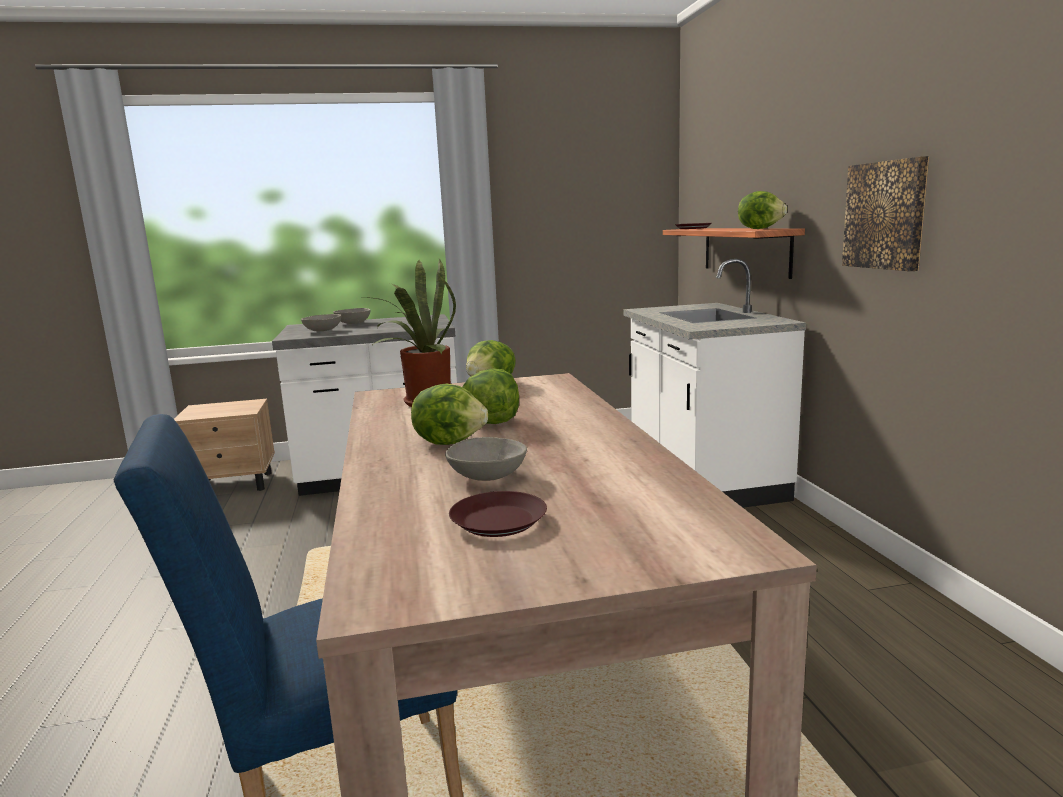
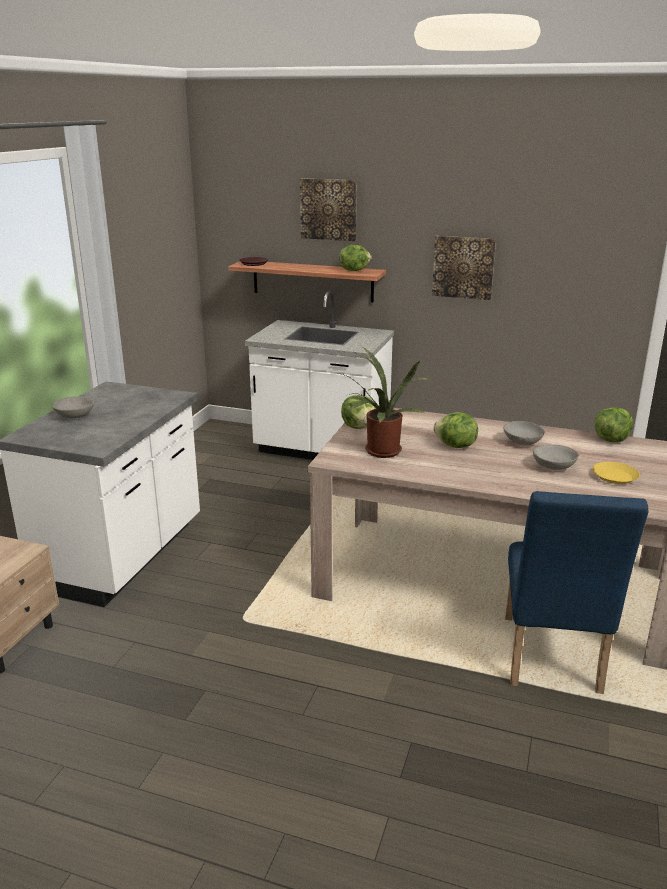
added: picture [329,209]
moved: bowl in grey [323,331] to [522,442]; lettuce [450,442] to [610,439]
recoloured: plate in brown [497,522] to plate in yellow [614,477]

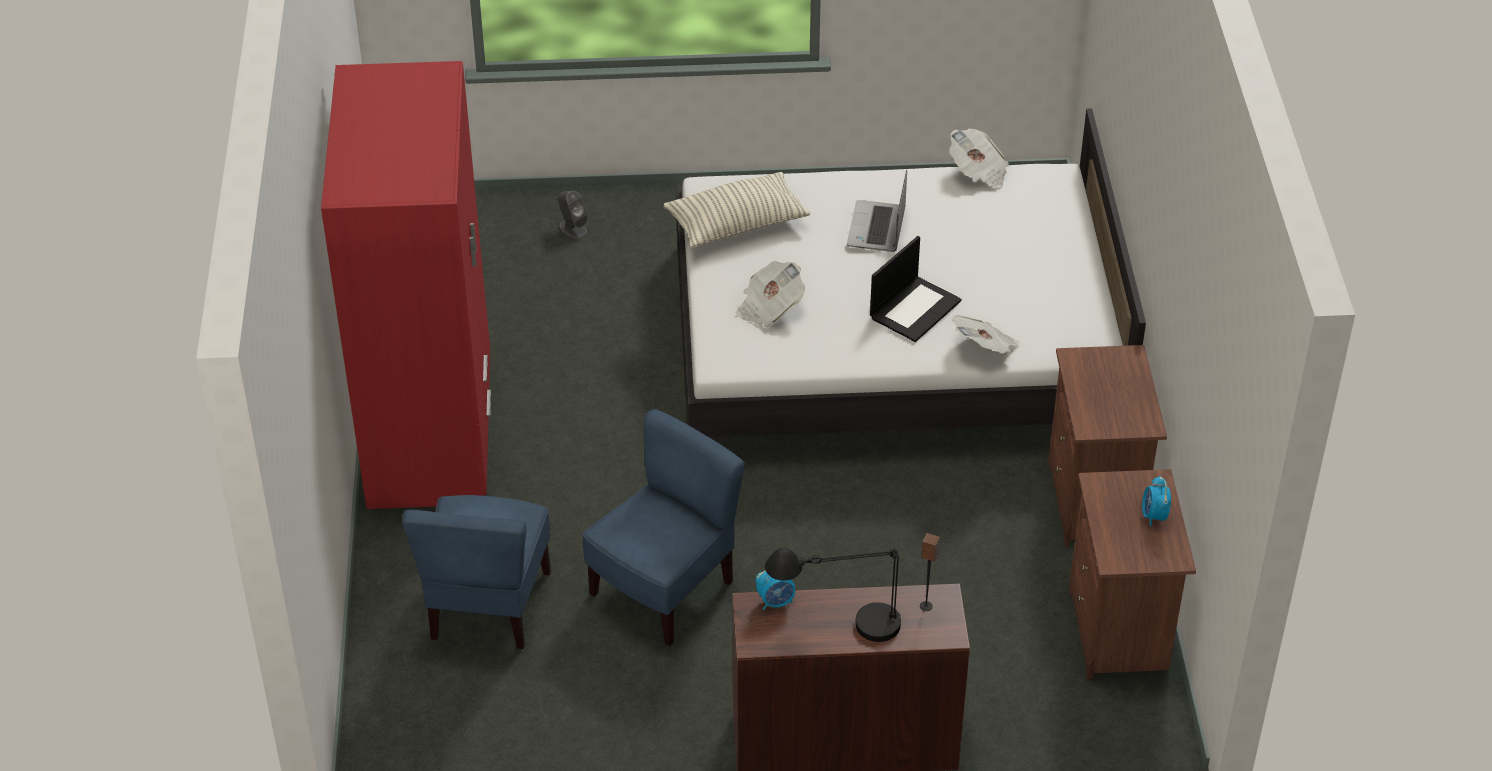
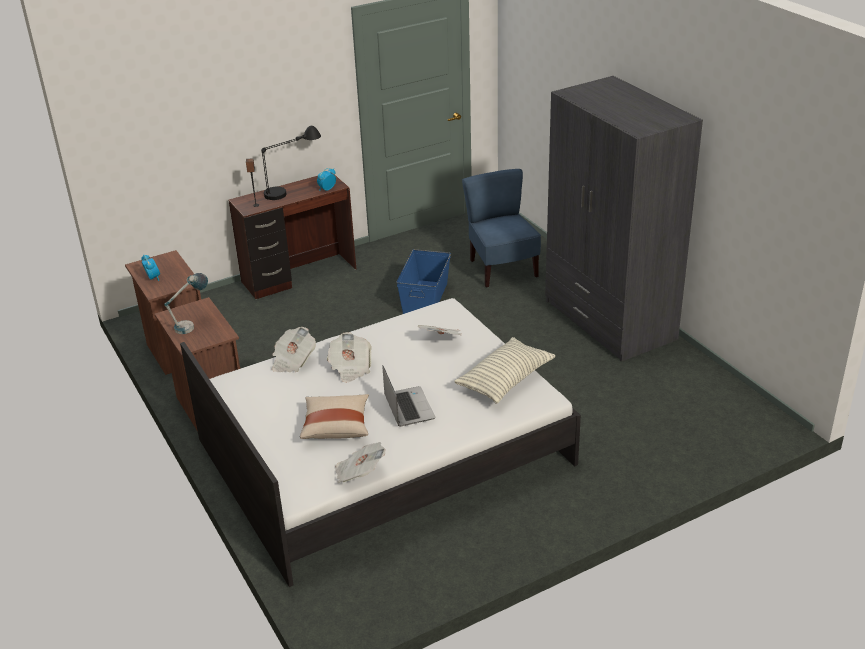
removed: speaker in grey [572,229]
added: table lamp [192,325]; pillow in beige [336,426]
replaced: chair in blue [664,590] to storage box in blue [424,298]; laptop [915,308] to newspaper [350,368]
recoloured: wardrobe in red [432,430] to wardrobe in grey [609,320]

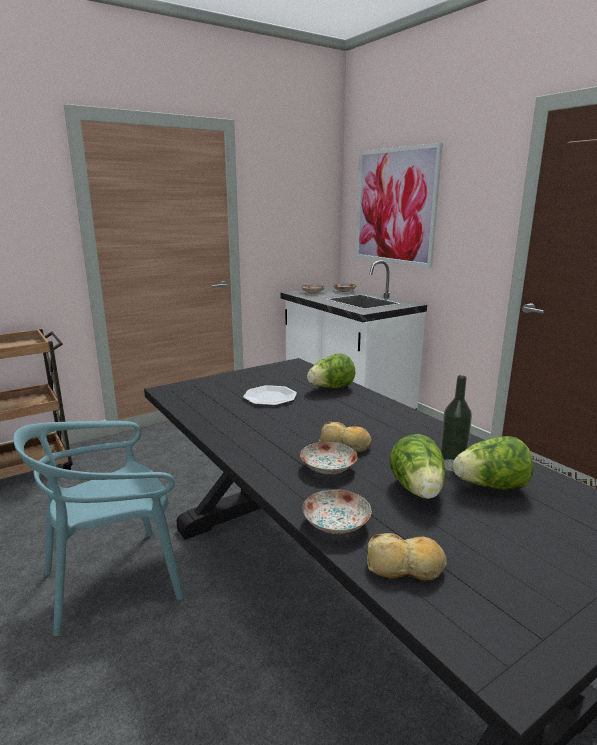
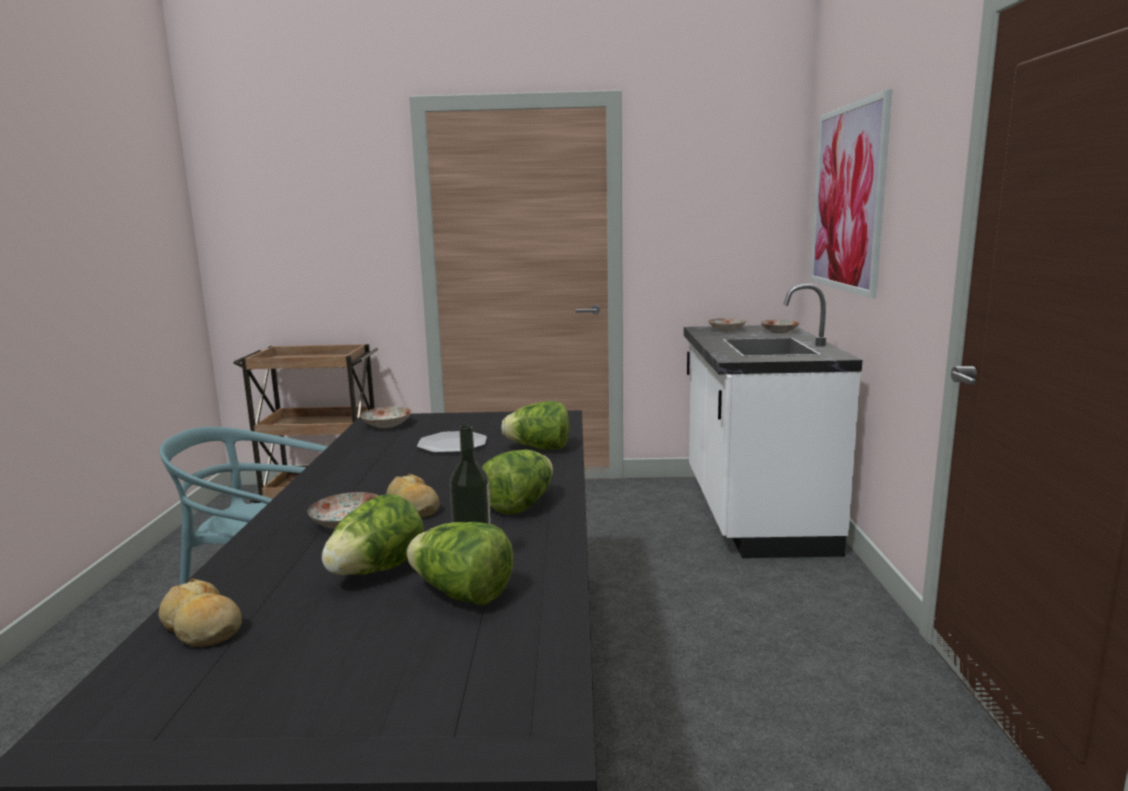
added: lettuce [520,505]
moved: plate [335,523] to [387,425]

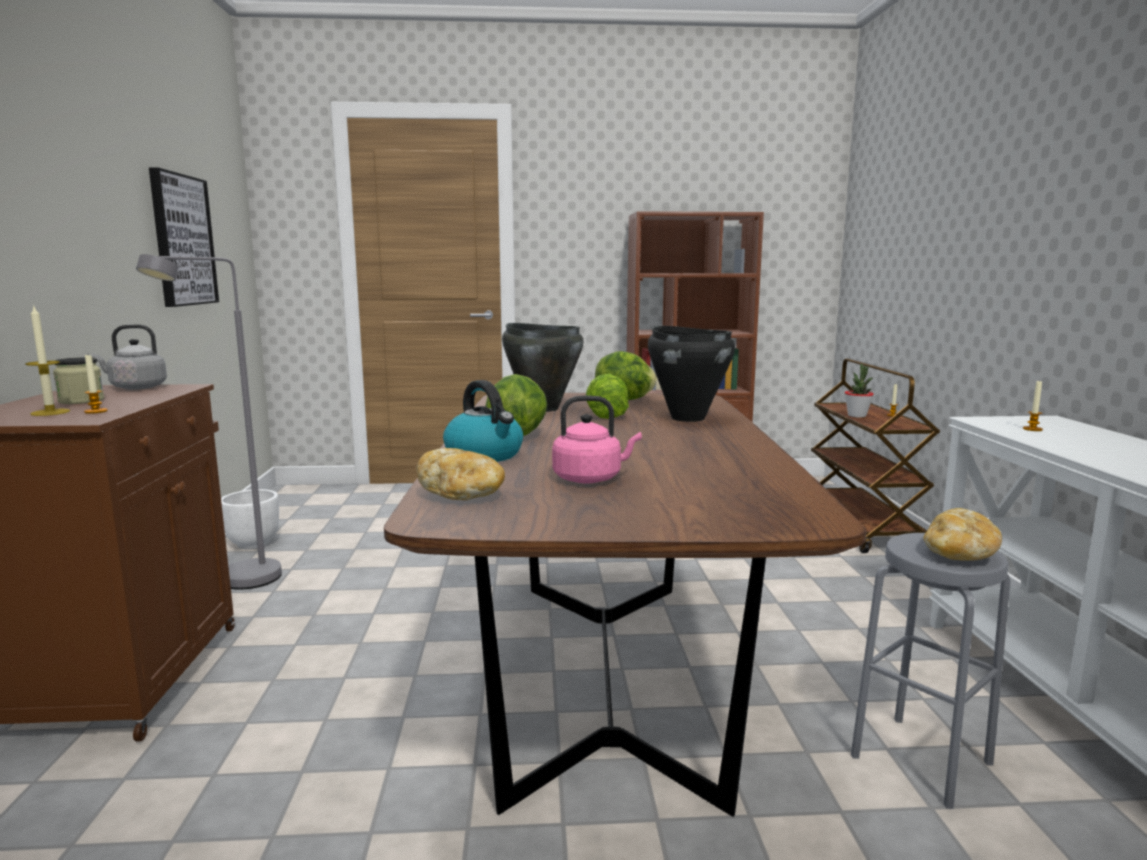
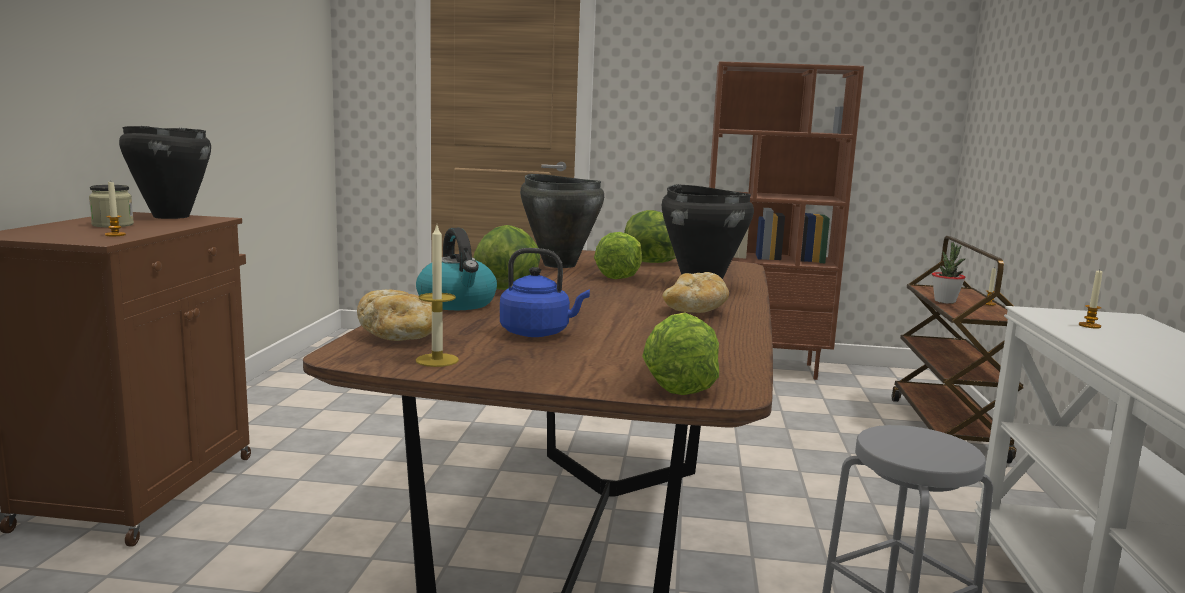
removed: floor lamp in grey [238,584]; picture [182,240]; planter in white [253,544]
added: lettuce [676,383]
moved: candle [50,412] to [437,360]; bread [959,555] to [695,311]
replaced: kettle in grey [135,387] to cooking pot in black [170,216]
recoloured: kettle in pink [591,478] to kettle in blue [538,333]

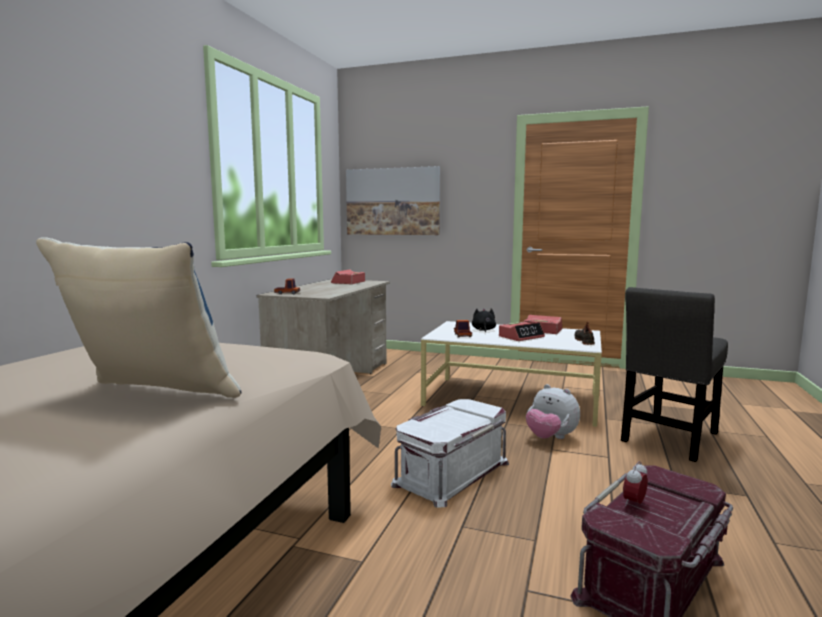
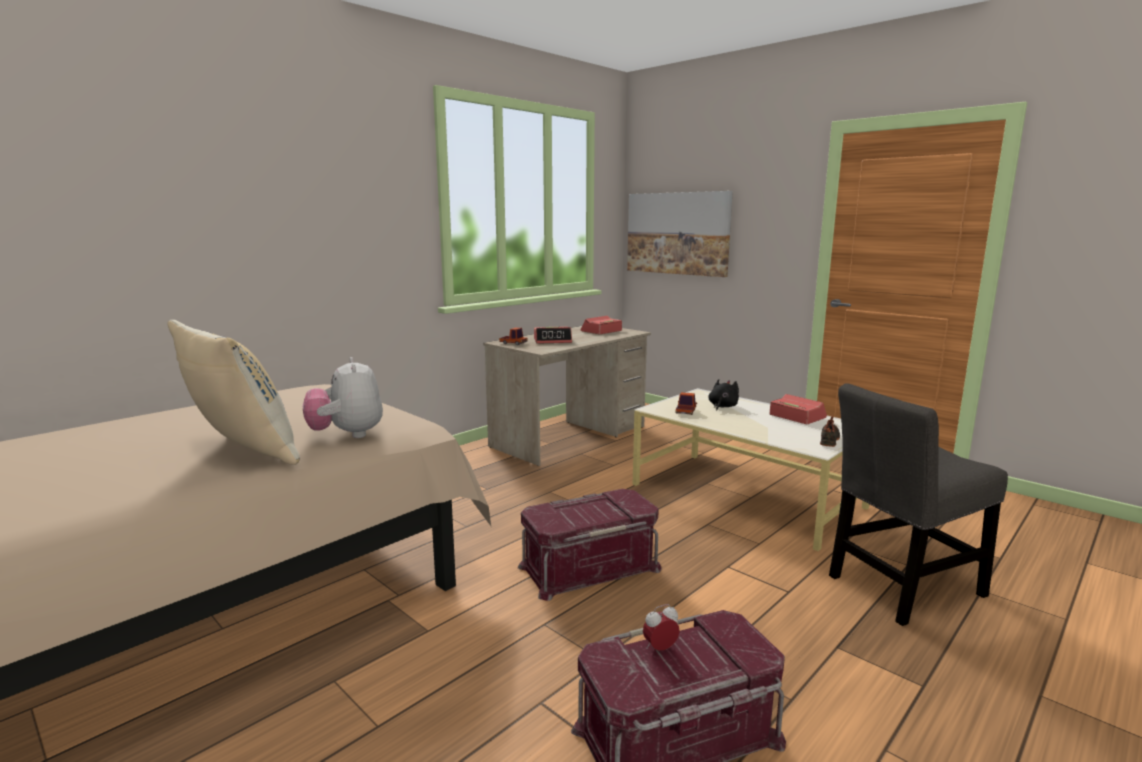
moved: alarm clock [521,337] to [553,341]; plush toy [550,438] to [347,435]
recoloured: pillow in blue [147,397] to pillow in beige [240,453]; storage box in white [451,472] to storage box in red [589,566]

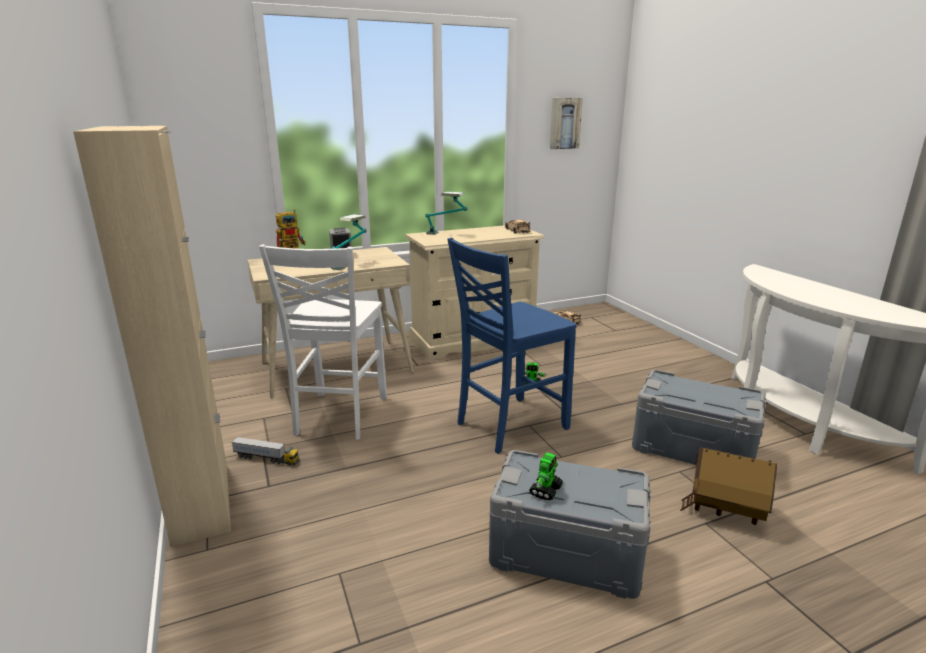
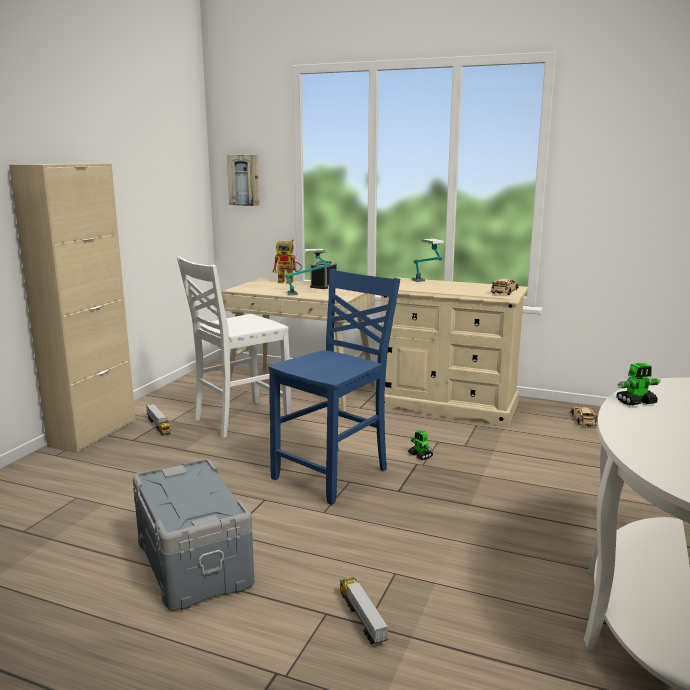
removed: storage box in grey [692,447]
moved: toy robot [546,490] to [636,402]; picture [564,123] to [244,180]
replaced: toy house [725,511] to toy truck [362,618]
turned: chair in blue [509,425] = [334,474] 120 degrees clockwise

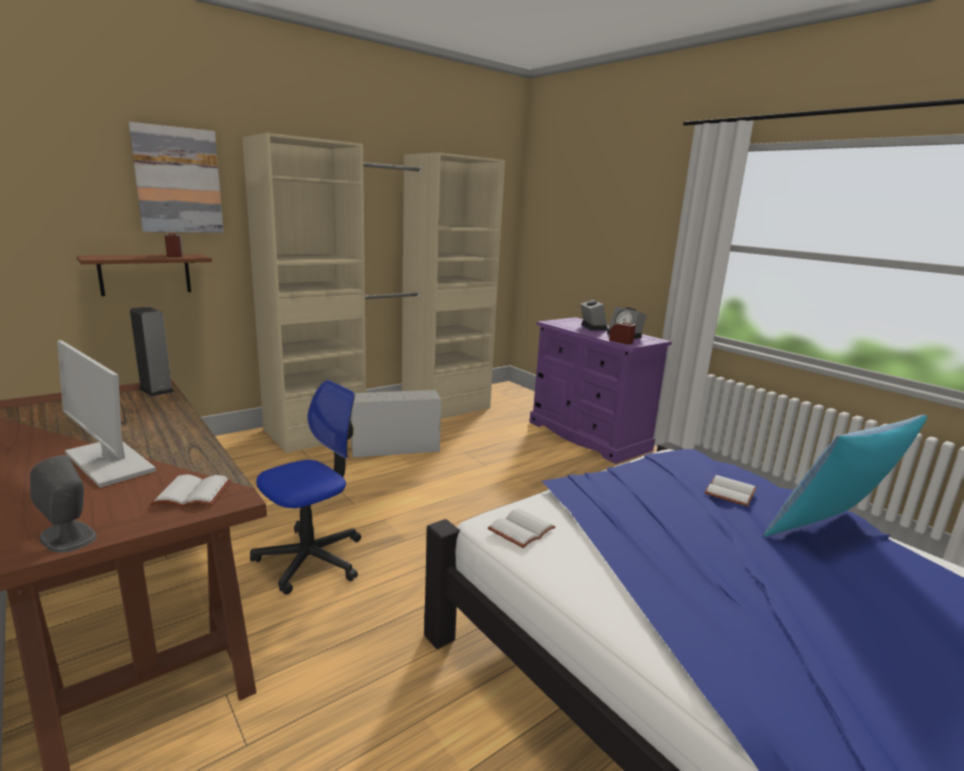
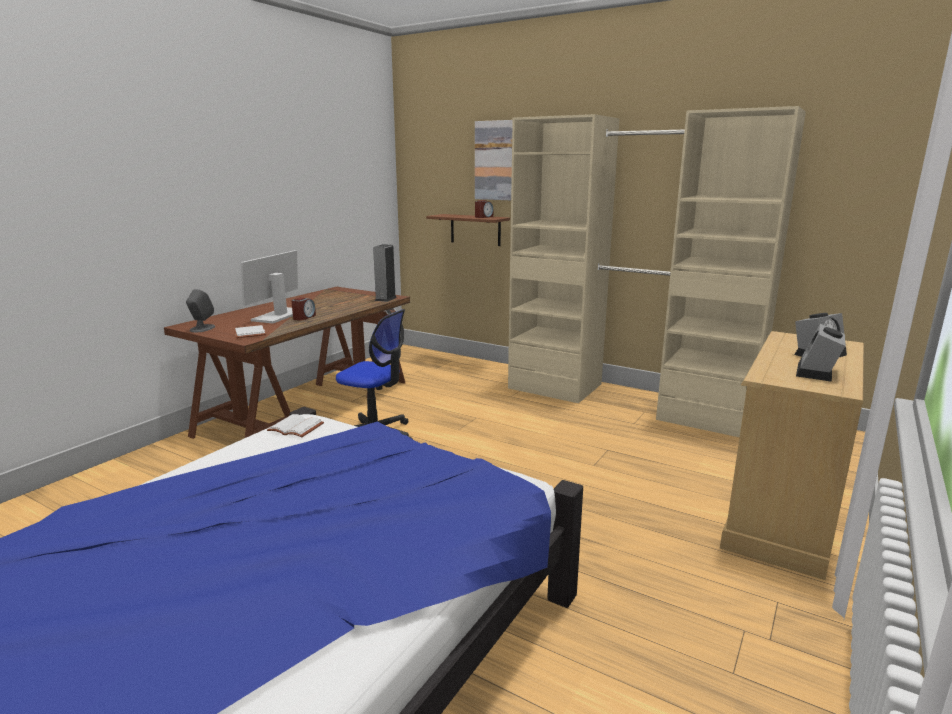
removed: storage box in white [394,448]; book in white [731,493]; pillow [830,534]
moved: alarm clock [621,341] to [304,317]
recoloured: dresser in purple [588,436] to dresser in beige [780,516]

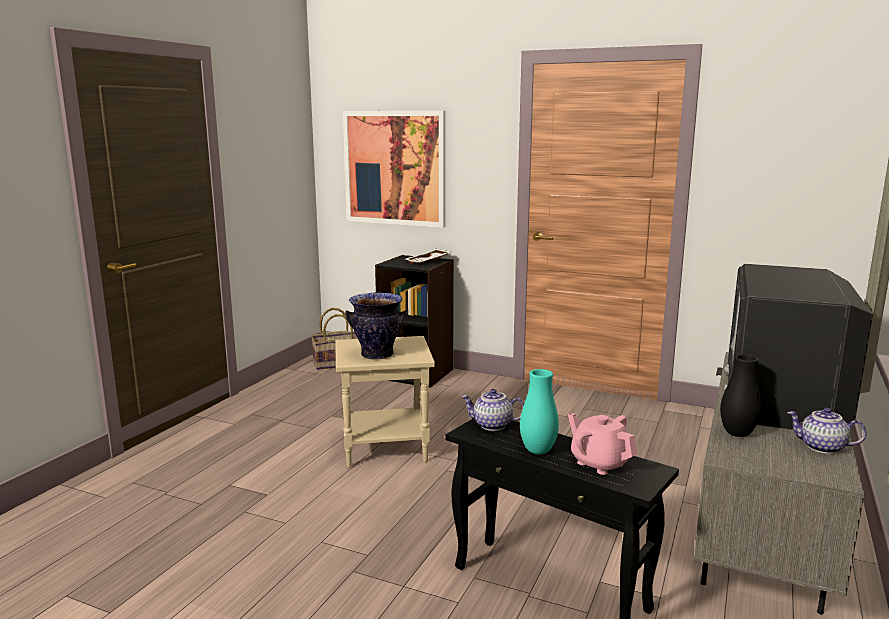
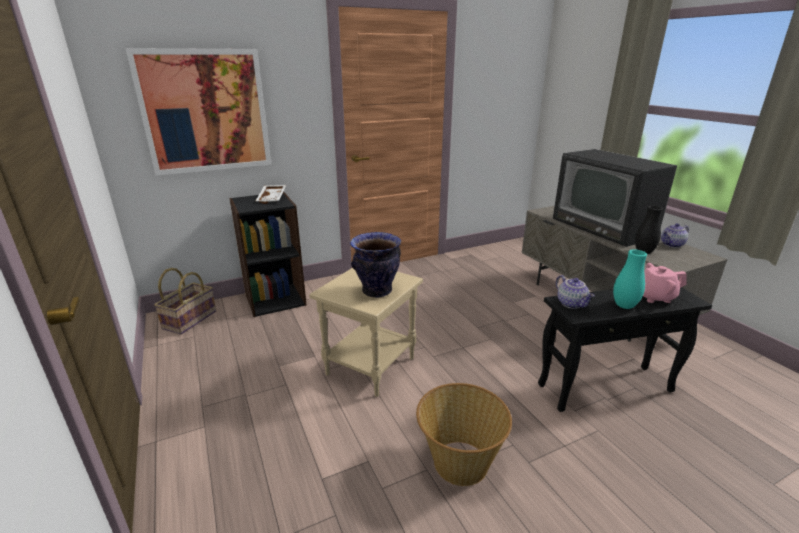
added: basket [459,462]
turned: teapot [492,425] = [572,304] 75 degrees counterclockwise

